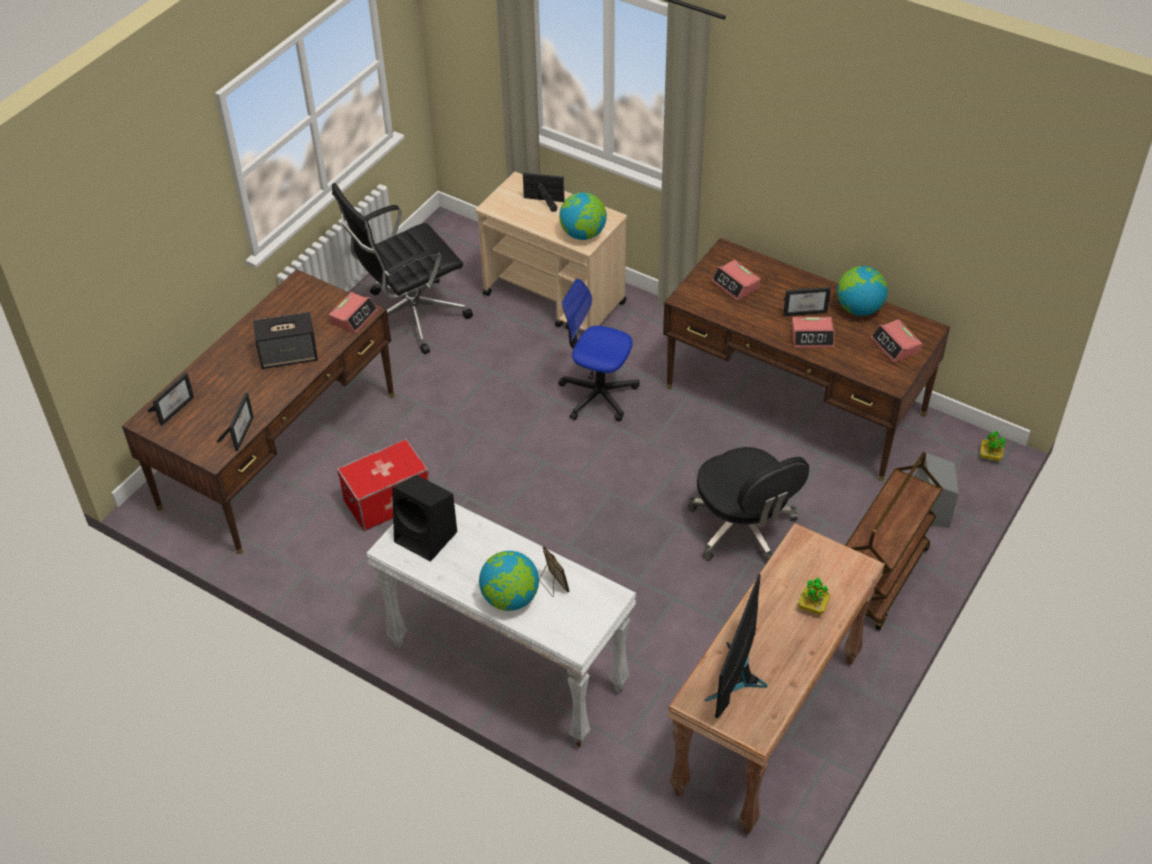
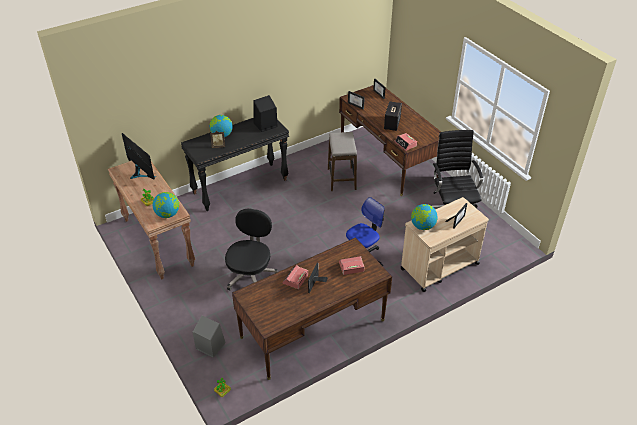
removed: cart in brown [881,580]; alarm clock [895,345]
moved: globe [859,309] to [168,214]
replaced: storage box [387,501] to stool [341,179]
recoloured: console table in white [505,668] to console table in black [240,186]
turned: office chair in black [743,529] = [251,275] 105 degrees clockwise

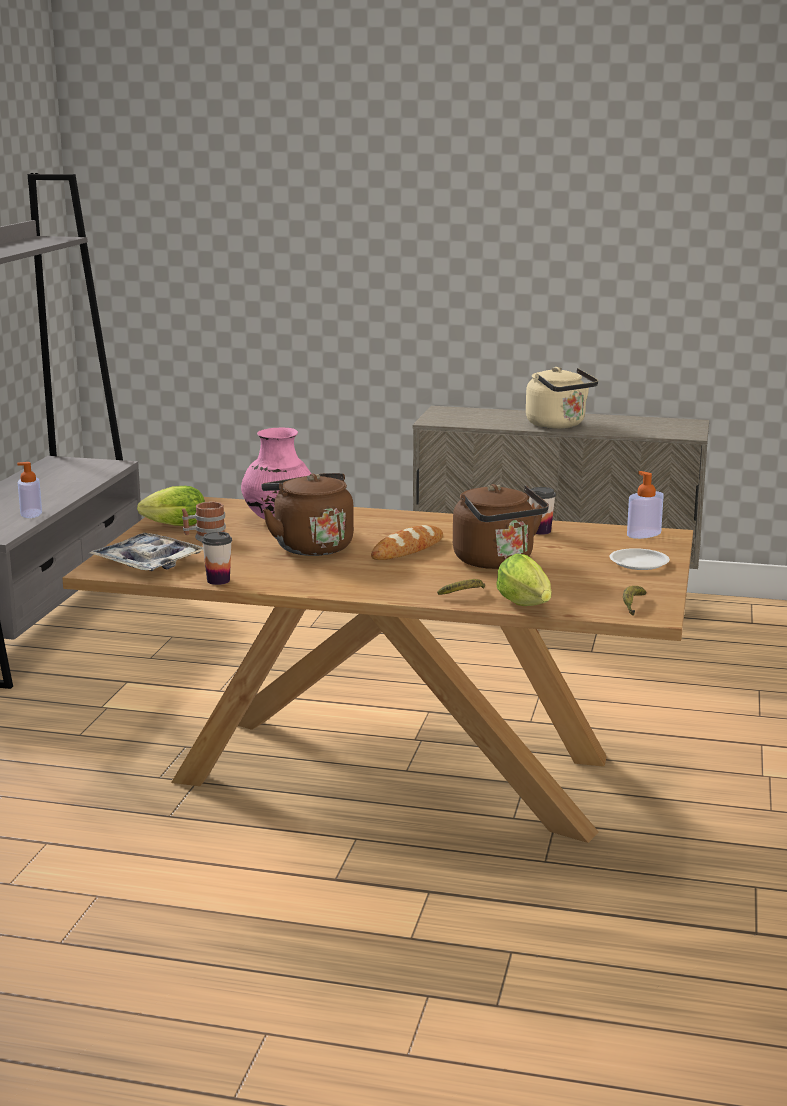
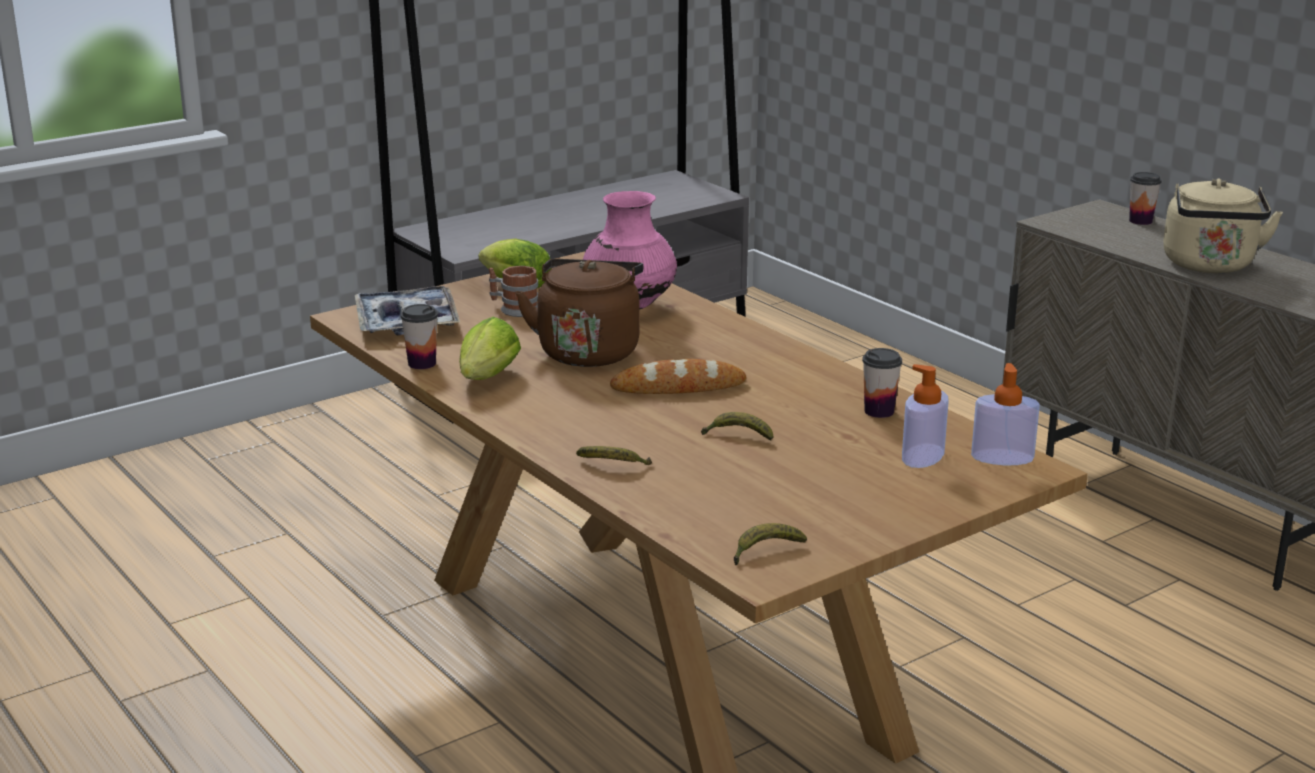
removed: plate in white [639,563]
added: cup [1140,221]
moved: soap dispenser [31,513] to [923,456]; lettuce [527,606] to [486,380]
replaced: kettle in brown [497,562] to banana [738,436]

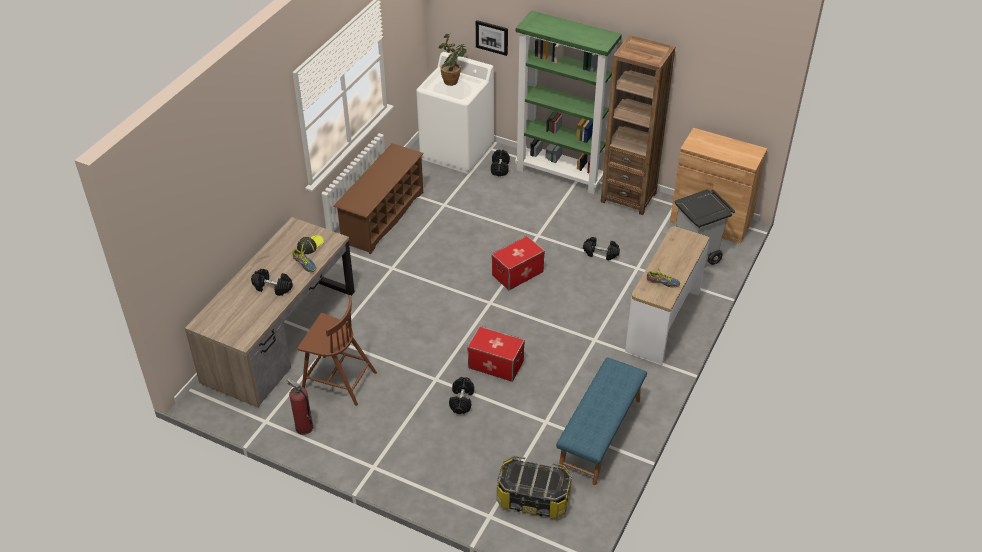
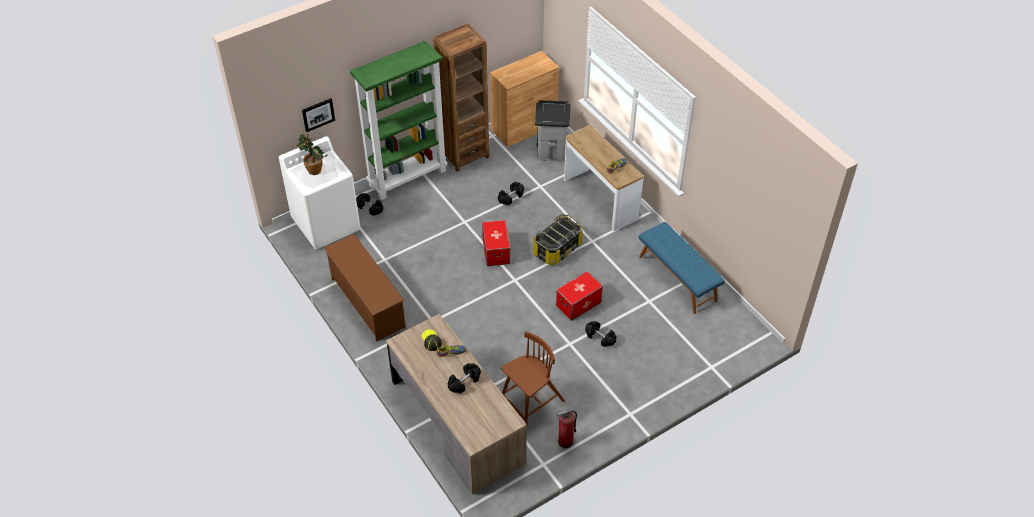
moved: storage box [533,499] to [557,249]

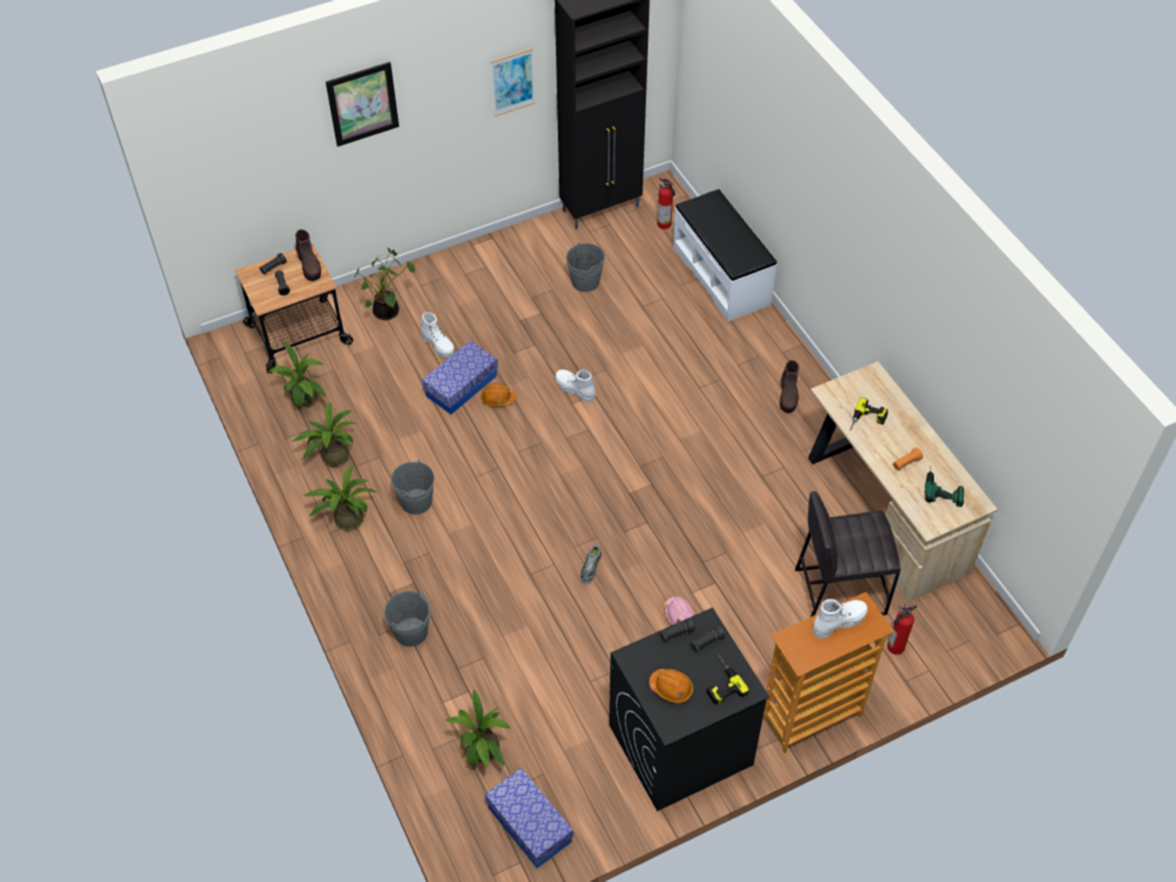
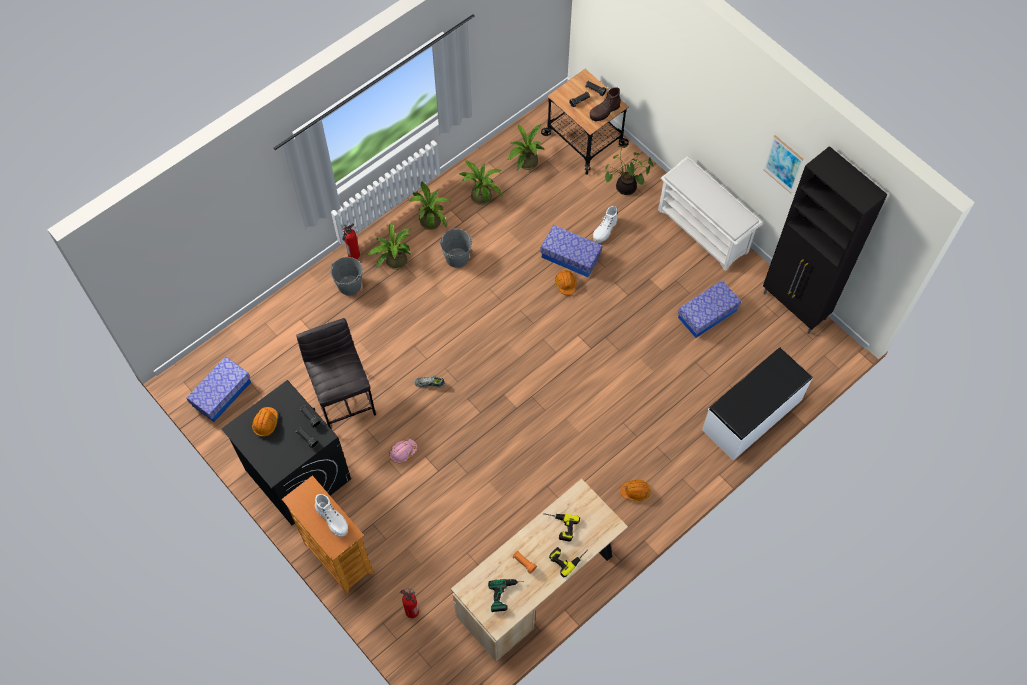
removed: picture [362,104]; boot in white [574,389]
added: shoe rack in white [704,231]
moved: potted plant [482,753] to [393,261]; fire extinguisher [665,224] to [353,255]; power drill [720,682] to [567,557]; stool in grey [839,591] to [344,397]
replaced: bucket in grey [585,281] to storage box [707,314]; boot in brown [788,396] to hard hat in orange [635,491]

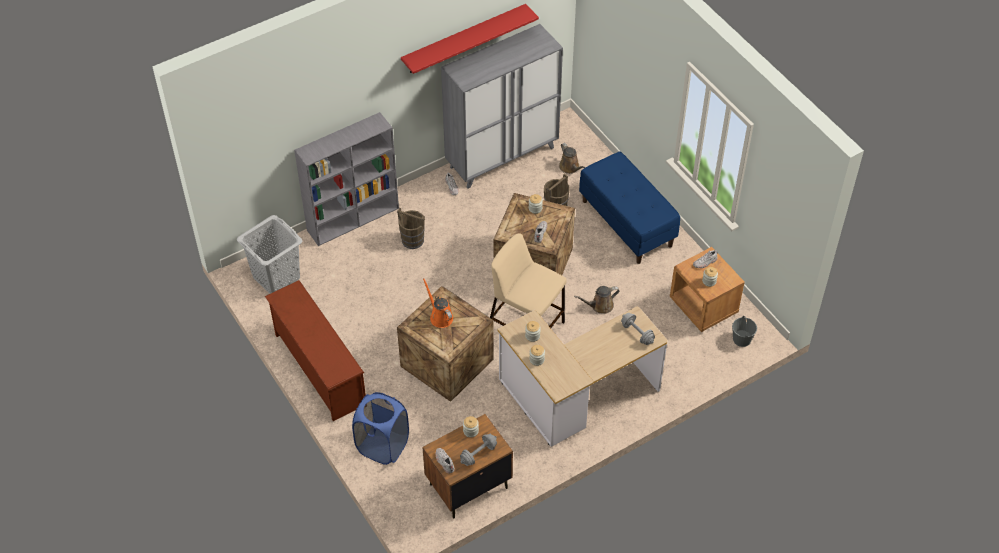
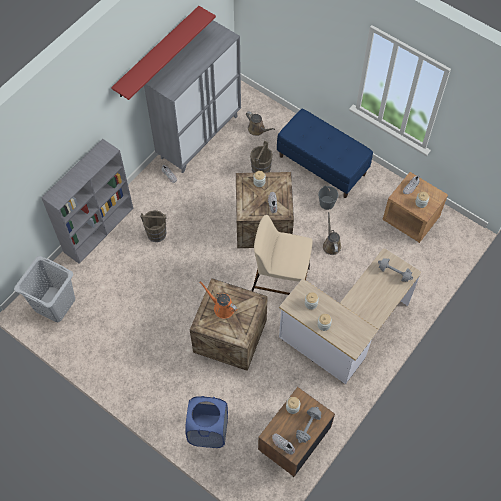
removed: shoe rack in brown [318,369]
moved: bucket in grey [742,339] to [327,203]
turned: watering can in brown [600,306] = [331,244] 120 degrees clockwise

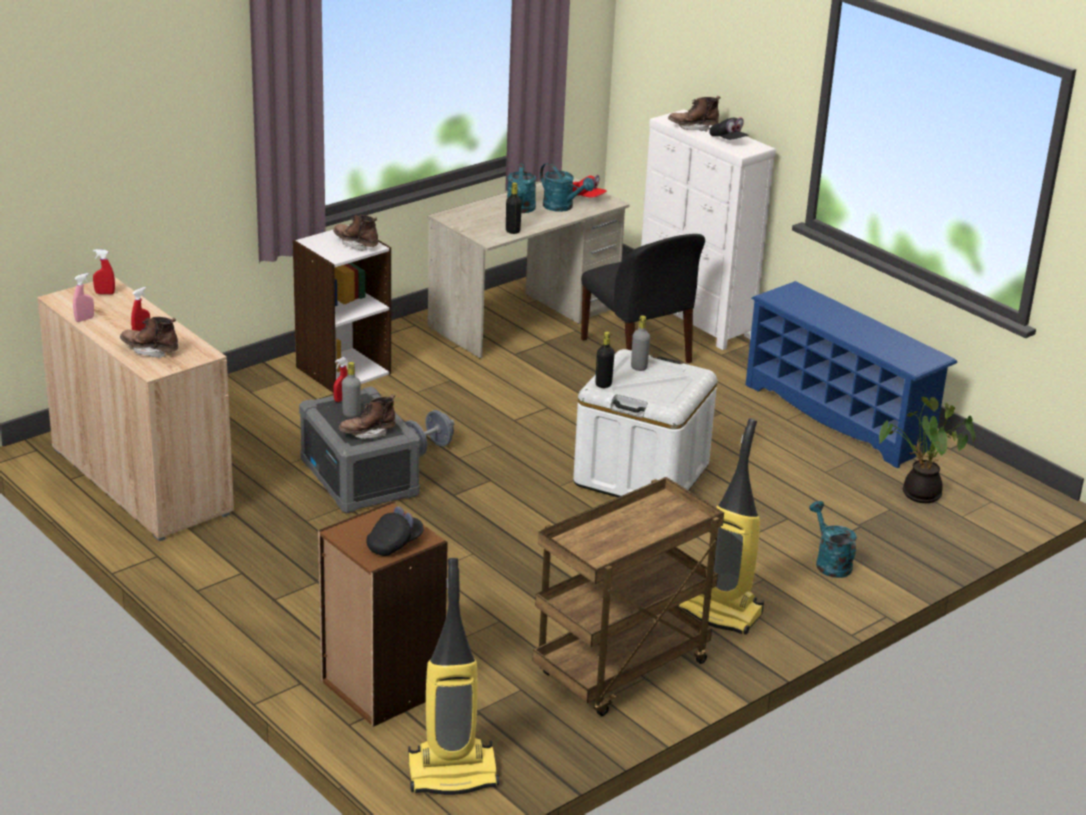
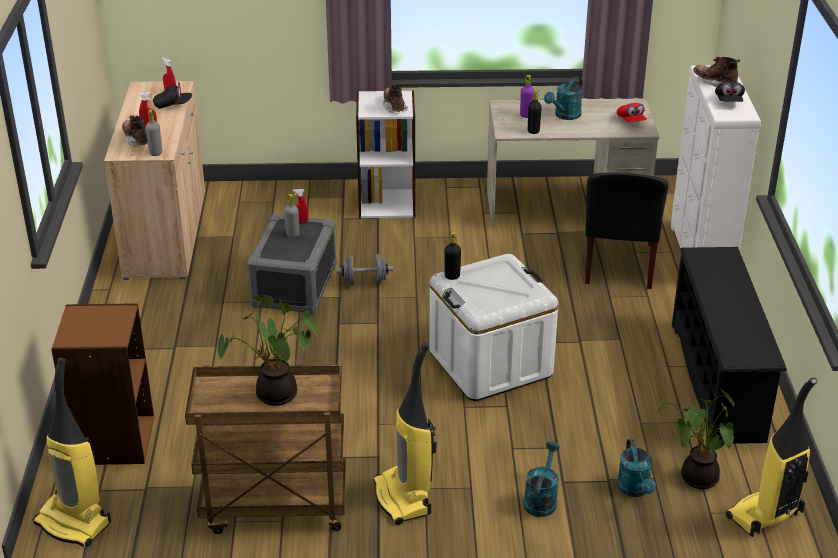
removed: spray bottle in pink [84,319]; boot in brown [367,433]
added: potted plant [274,396]; bottle in purple [526,115]; vacuum cleaner [764,516]
moved: cap in black [395,544] to [173,105]; watering can in turquoise [562,207] to [635,490]; bottle in grey [639,367] to [155,153]
recoloured: shoe rack in blue [840,416] to shoe rack in black [719,381]

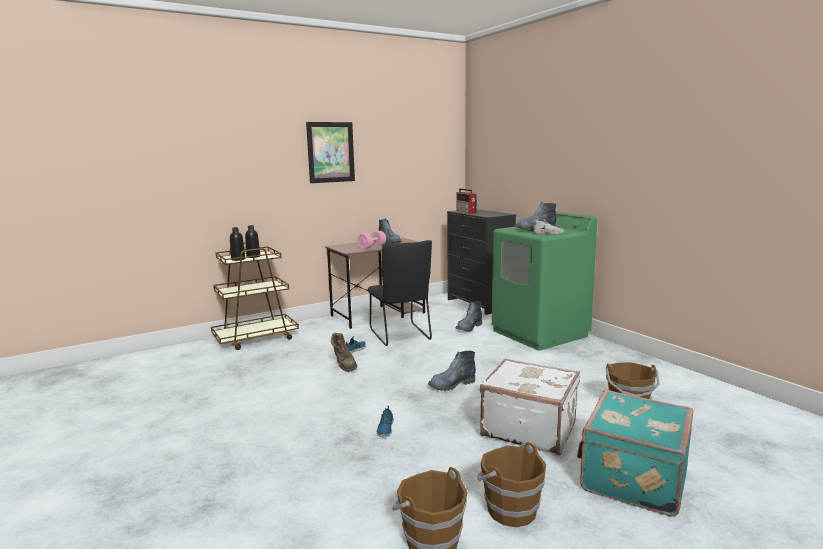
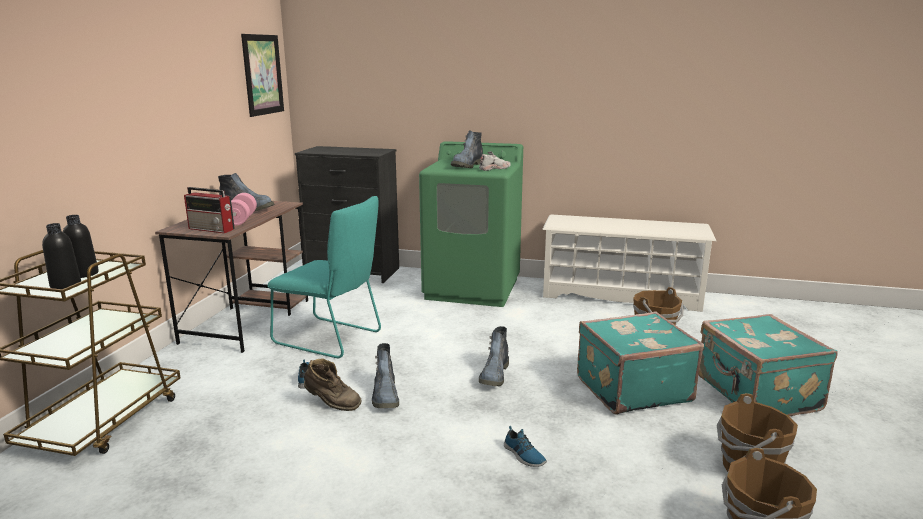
added: shoe rack in white [621,294]
moved: picture [330,152] to [262,74]; radio [466,212] to [212,229]; boot [468,328] to [386,396]
recoloured: chair in black [401,335] to chair in turquoise [331,338]; suitcase in white [529,428] to suitcase in turquoise [631,388]

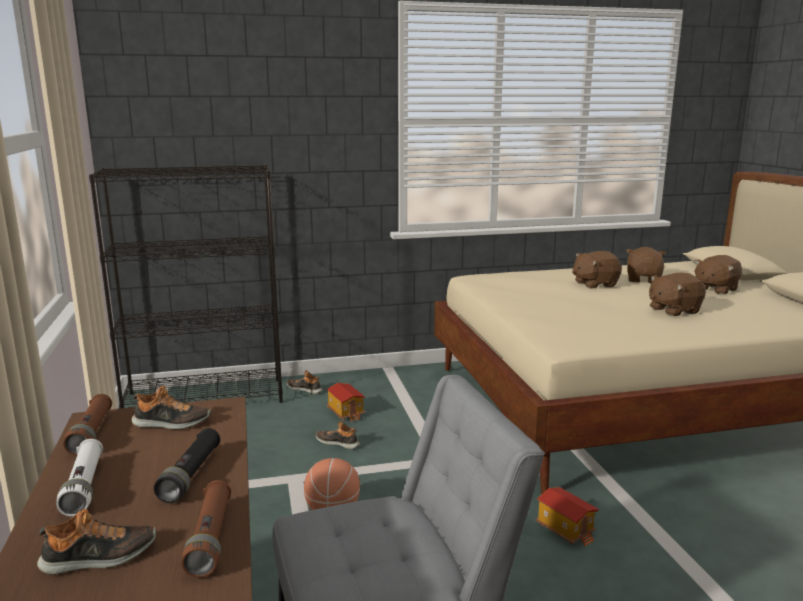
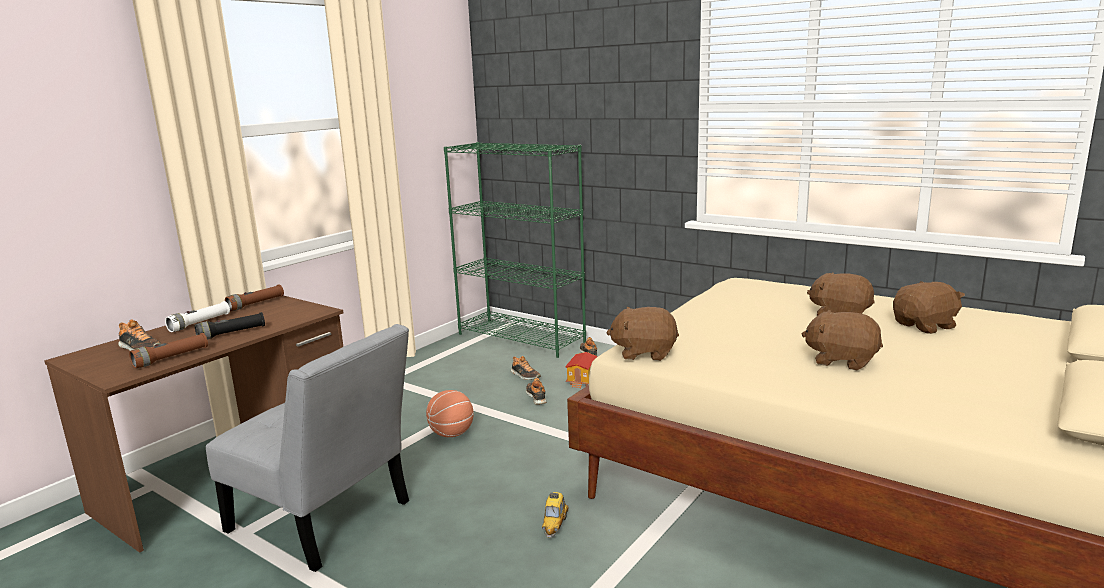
moved: shoe [171,423] to [525,376]; plush toy in brown [715,289] to [644,353]
replaced: toy house [566,529] to toy car [555,525]
recoloured: bookcase in black [206,397] to bookcase in green [522,338]

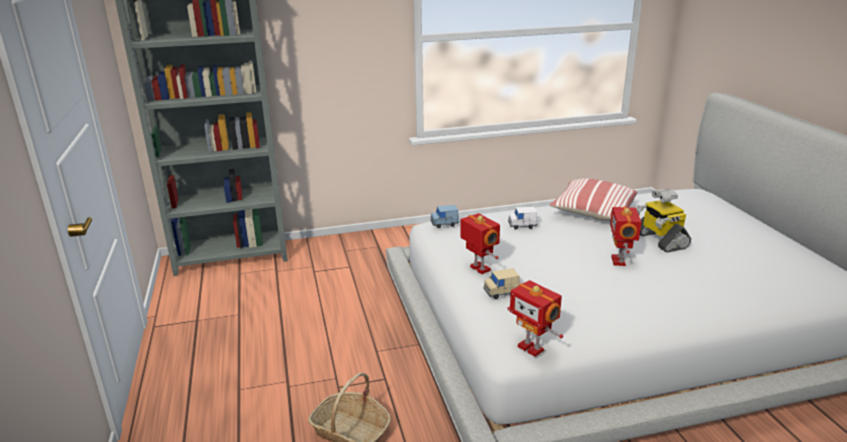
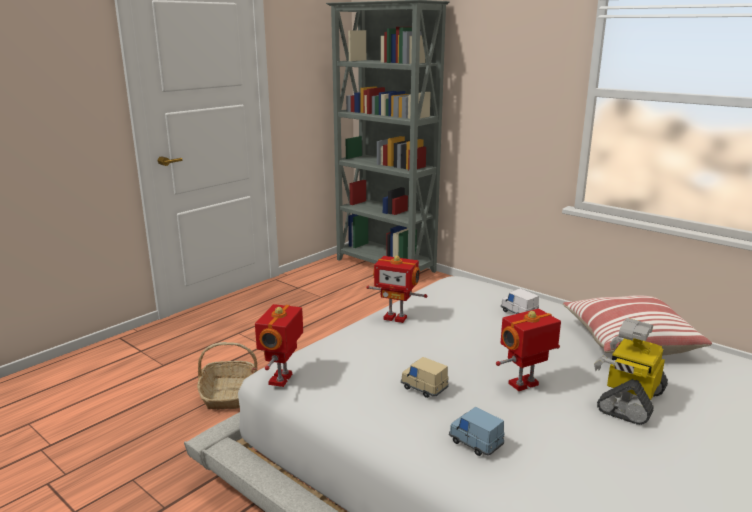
moved: toy car in blue [444,224] to [475,443]; toy car in beige [501,292] to [424,388]
turned: toy robot [479,269] = [395,317] 90 degrees clockwise

